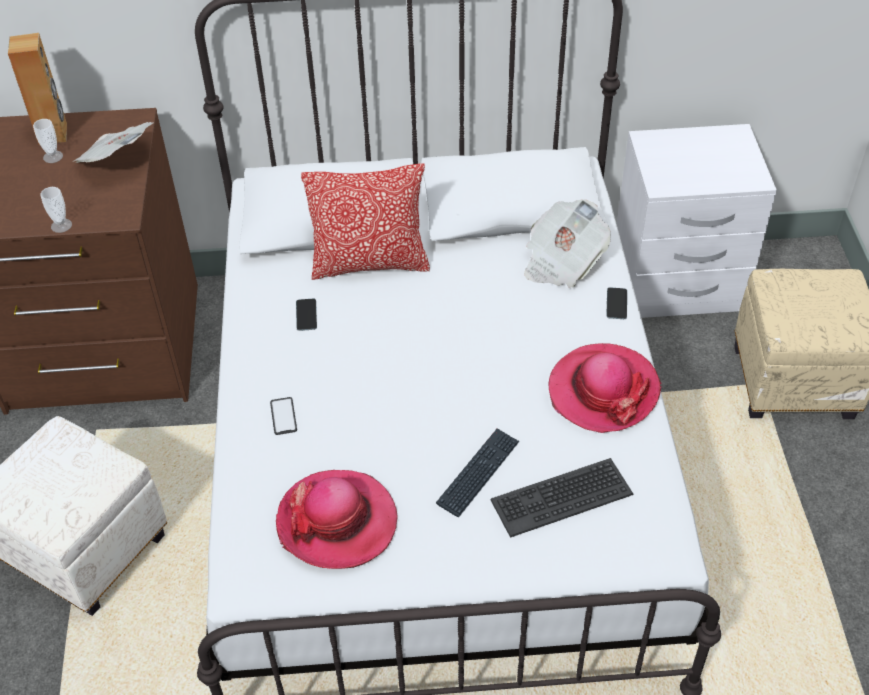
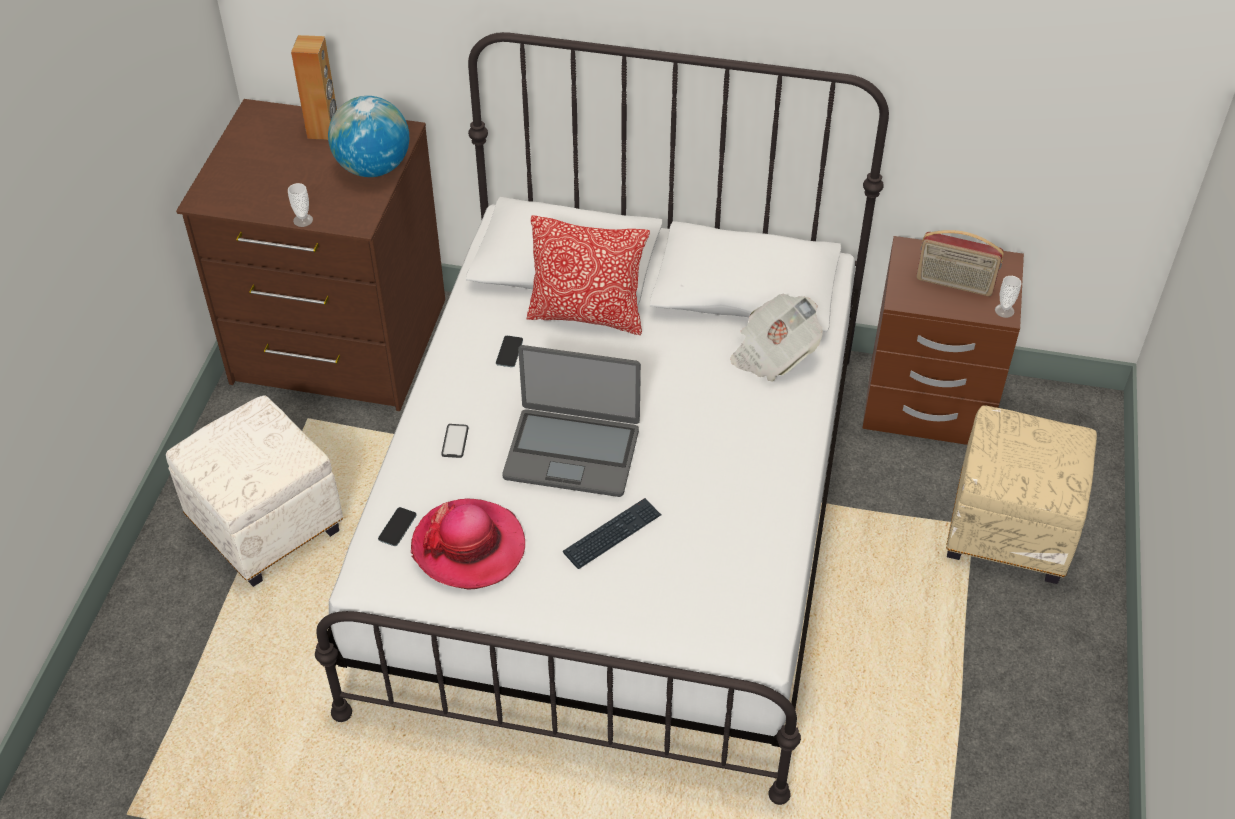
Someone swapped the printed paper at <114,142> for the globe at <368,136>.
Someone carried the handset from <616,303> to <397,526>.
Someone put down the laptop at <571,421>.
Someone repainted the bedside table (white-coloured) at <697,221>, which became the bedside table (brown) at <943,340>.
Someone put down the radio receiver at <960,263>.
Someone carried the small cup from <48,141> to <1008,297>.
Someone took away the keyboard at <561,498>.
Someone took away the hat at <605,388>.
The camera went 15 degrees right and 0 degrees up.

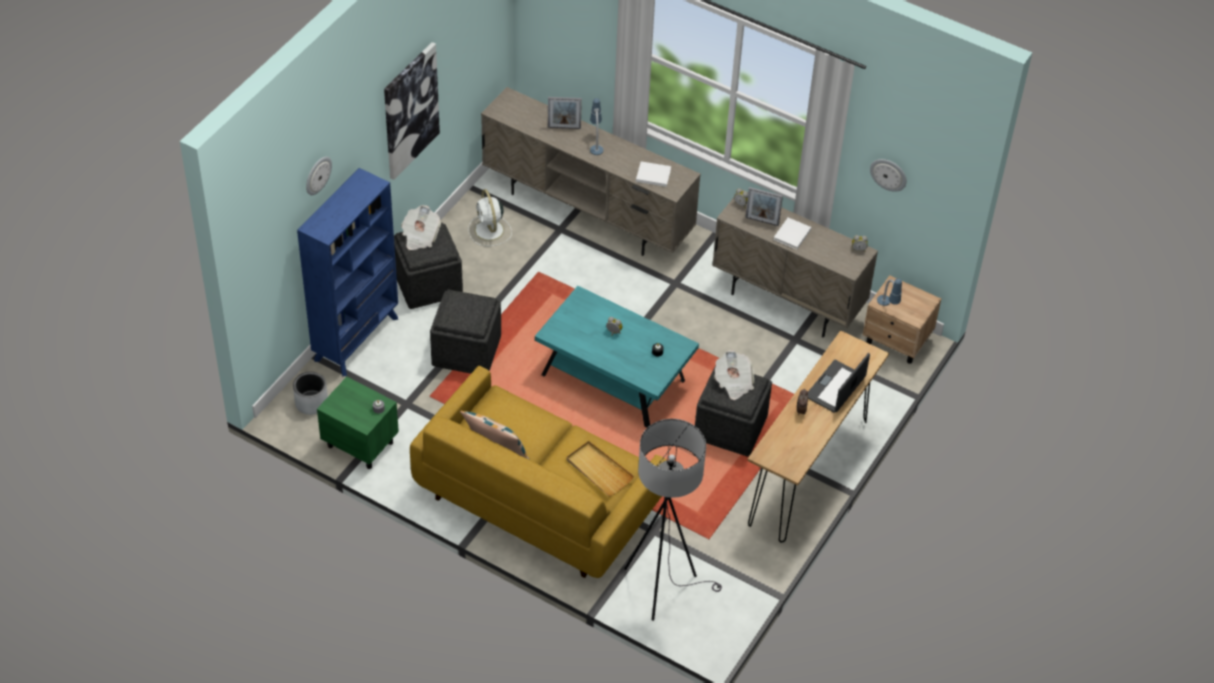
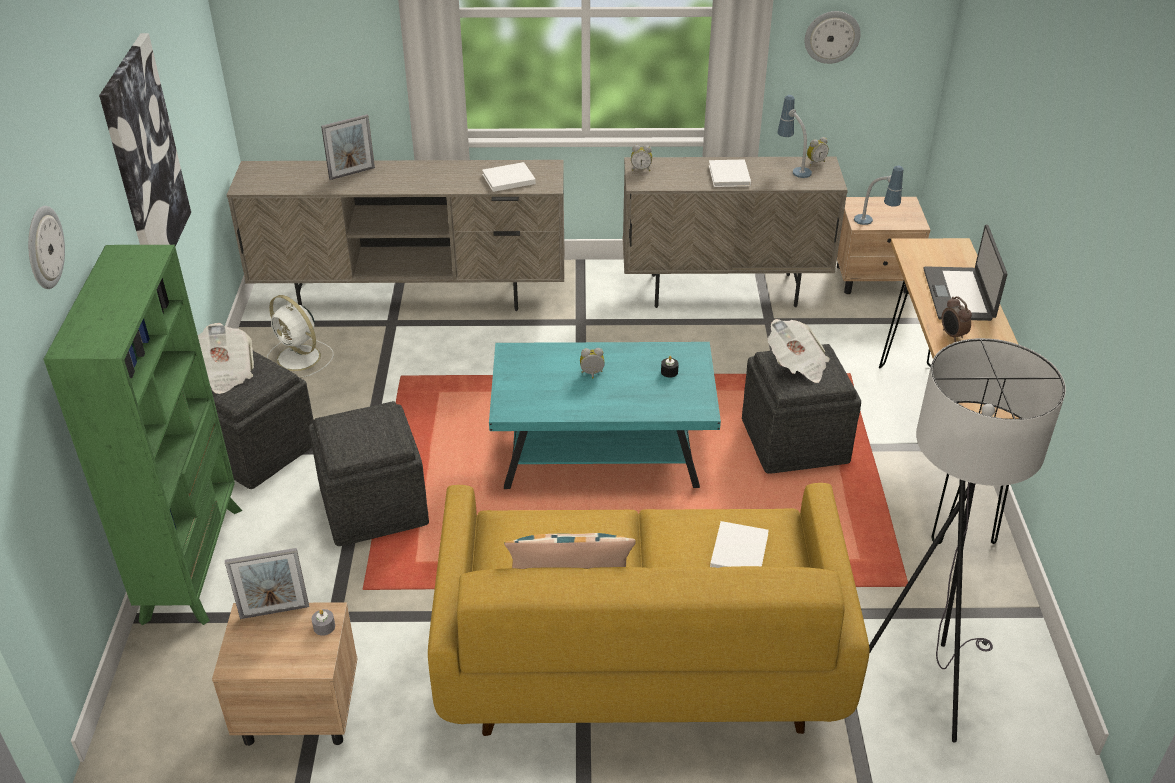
Someone repainted the shelving unit (bluish) at <347,272>, which became the shelving unit (green-coloured) at <142,435>.
Someone repainted the bedside table (green-coloured) at <358,423>, which became the bedside table (beige) at <285,674>.
Someone carried the standing frame from <764,206> to <267,583>.
Someone swapped the tray (beige) at <600,468> for the bound book (white-coloured) at <739,544>.
Someone carried the lamp for a table from <597,126> to <795,136>.
Someone took away the flower pot (greyish) at <310,393>.
The camera went 30 degrees left and 10 degrees down.

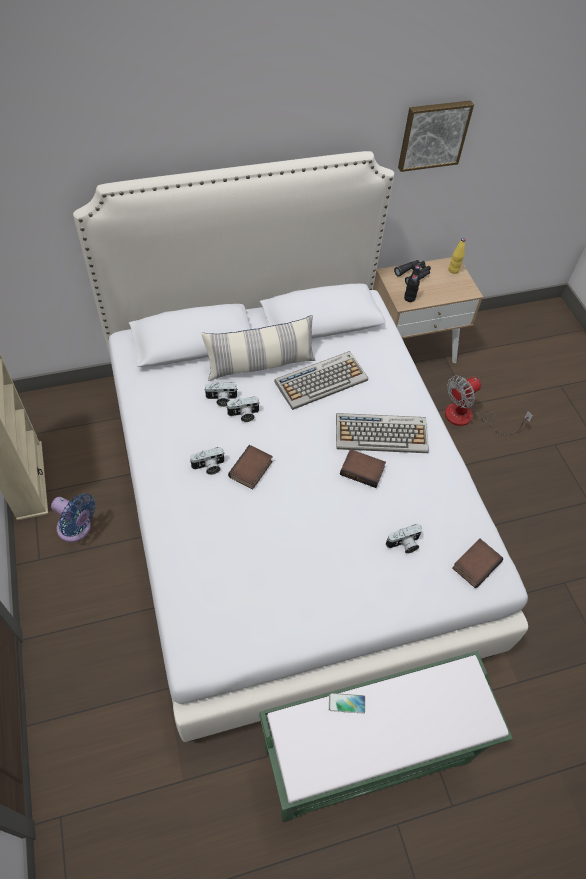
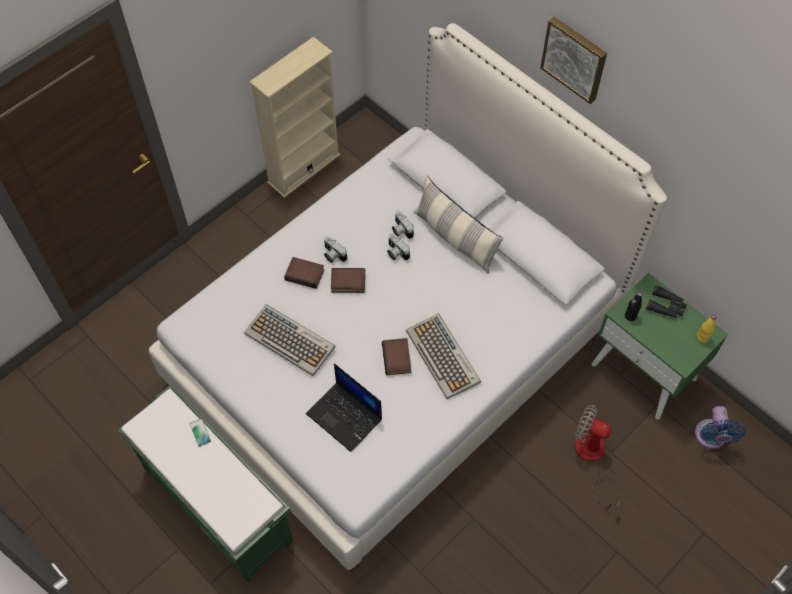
Someone carried the keyboard from <321,380> to <290,340>.
Someone carried the bound book from <477,563> to <304,273>.
Someone swapped the photo camera at <404,539> for the laptop at <344,407>.
Someone carried the picture from <436,136> to <573,60>.
Someone repainted the bedside table (beige) at <428,310>, which became the bedside table (green-coloured) at <660,346>.
Someone carried the fan (bluish) from <73,517> to <720,427>.
The camera went 65 degrees right and 5 degrees up.

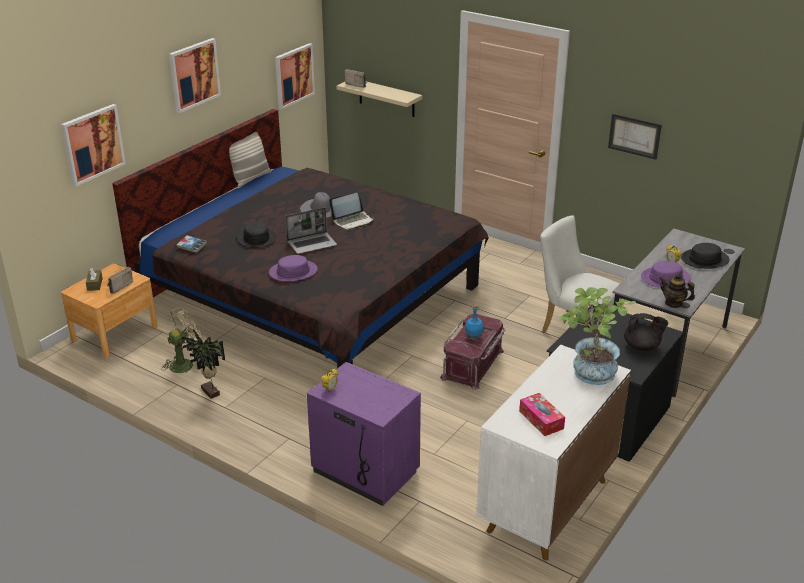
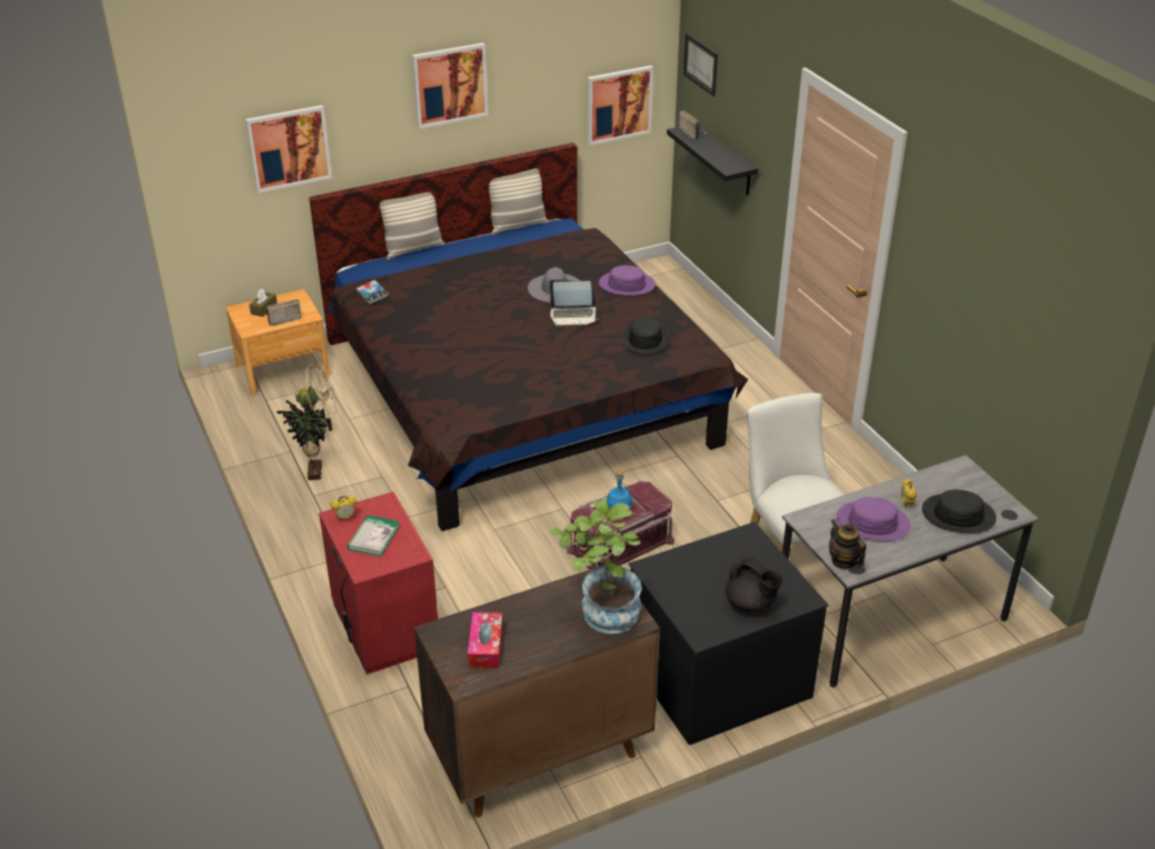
Someone repainted the bedside table (purple) at <364,434>, which became the bedside table (red-coloured) at <378,582>.
Someone put down the bound book at <373,536>.
Someone put down the pillow at <412,226>.
Someone repainted the storage cabinet (white-coloured) at <553,452>, which became the storage cabinet (brown) at <537,691>.
Someone carried the hat (purple) from <293,268> to <627,280>.
Someone carried the hat (black-coloured) from <256,235> to <645,335>.
Someone repainted the bracket shelf (beige) at <379,99>, which became the bracket shelf (black-coloured) at <712,160>.
Someone carried the picture from <635,137> to <700,65>.
Someone took away the laptop at <311,230>.
The camera went 30 degrees right and 5 degrees up.

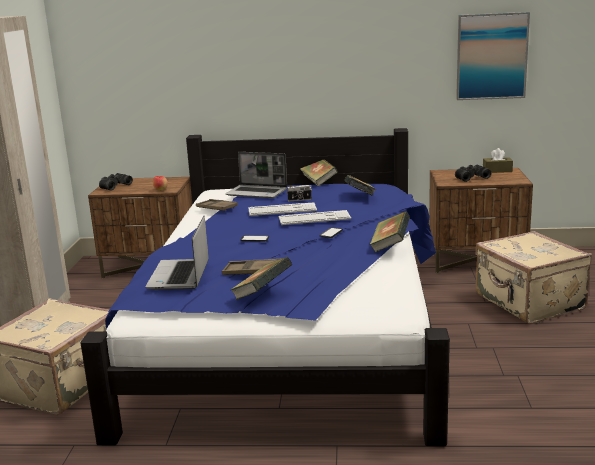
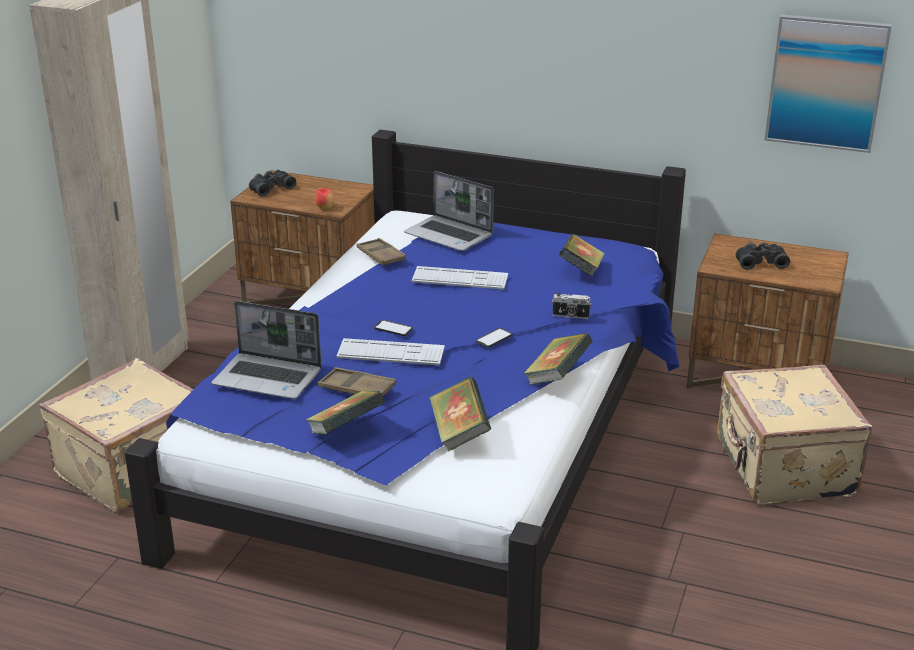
Someone rotated the laptop at <177,253> by 90 degrees counterclockwise.
Someone carried the keyboard from <315,217> to <390,351>.
Someone carried the bound book from <319,173> to <460,414>.
Someone carried the photo camera from <299,193> to <571,306>.
Someone took away the tissue holder (brown) at <498,160>.
The camera went 15 degrees right and 10 degrees up.

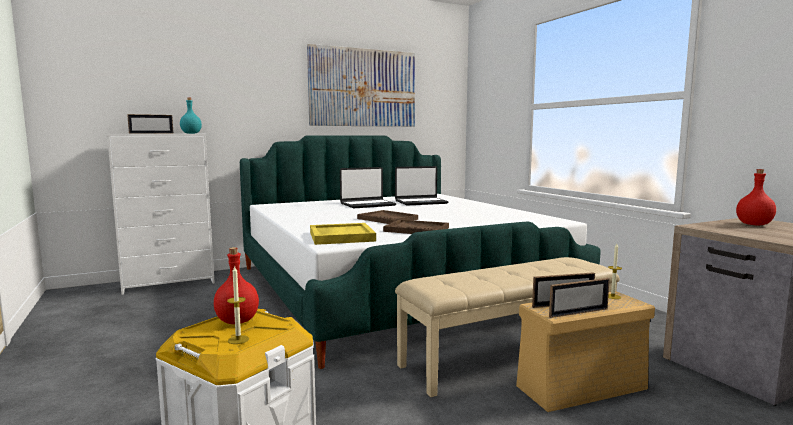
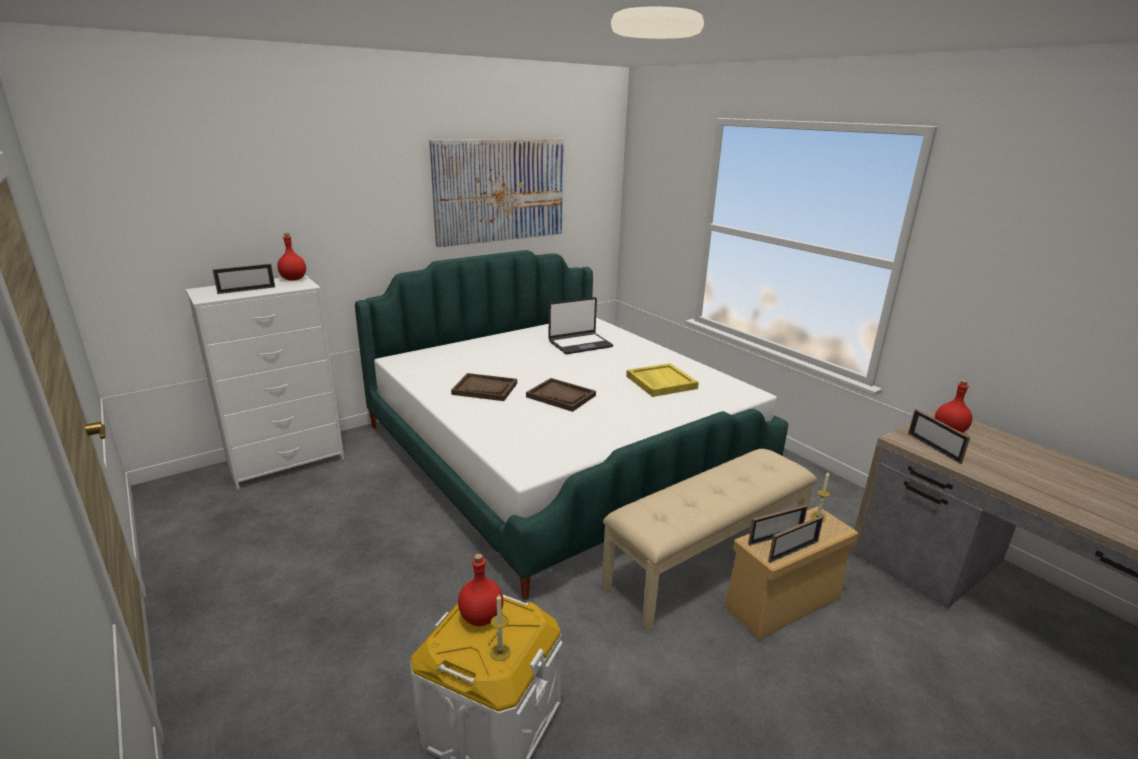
Someone repainted the drink bottle (blue-green) at <191,116>, which became the drink bottle (red-coloured) at <291,256>.
Someone carried the tray (brown) from <416,226> to <484,387>.
Someone carried the tray (yellowish) from <343,234> to <662,380>.
Someone put down the standing frame at <939,436>.
Someone took away the laptop at <368,187>.
The camera went 10 degrees left and 15 degrees up.

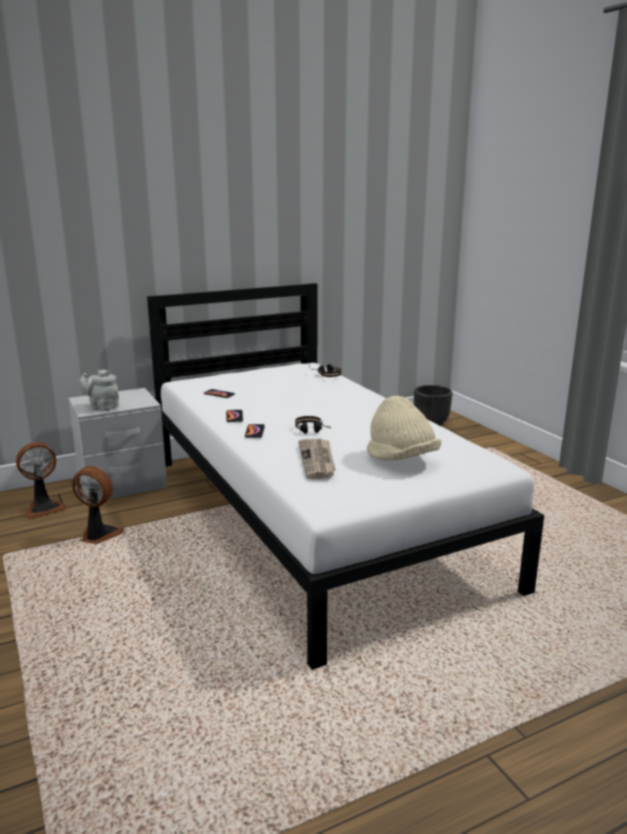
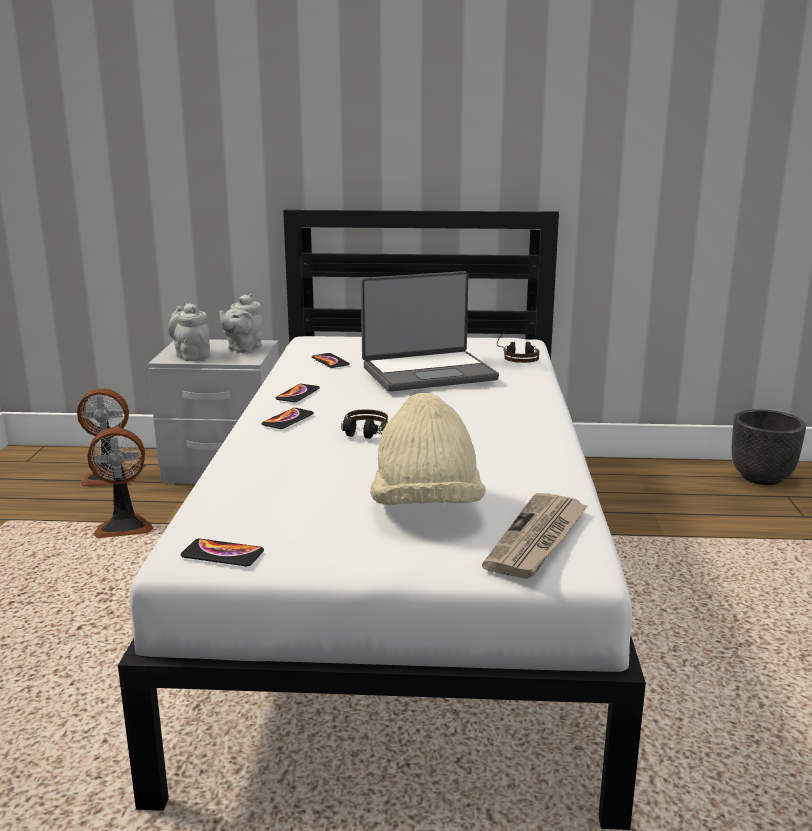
Someone rotated the fan at <98,505> by 120 degrees clockwise.
Someone put down the handset at <222,552>.
Someone put down the pot for tea (greyish) at <241,323>.
Someone put down the laptop at <430,331>.
Someone carried the printed paper from <317,459> to <535,536>.
The camera went 30 degrees right and 0 degrees up.

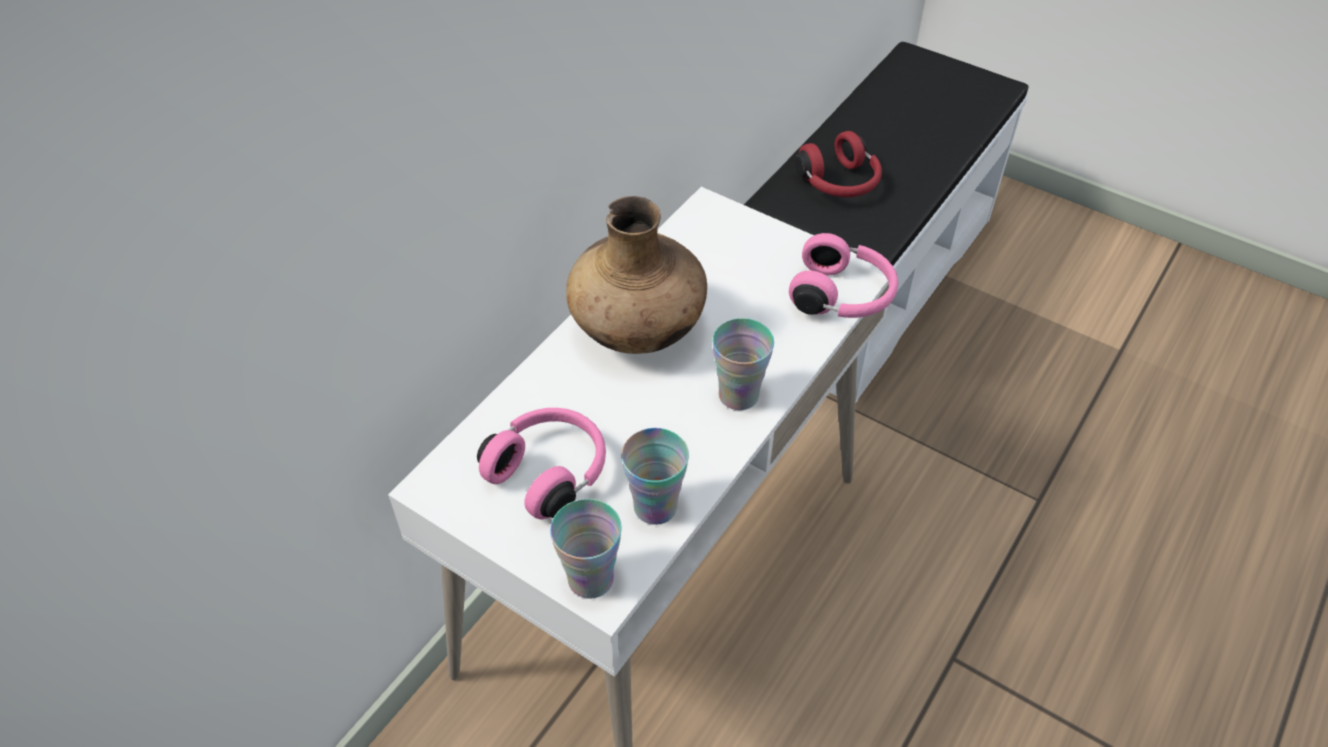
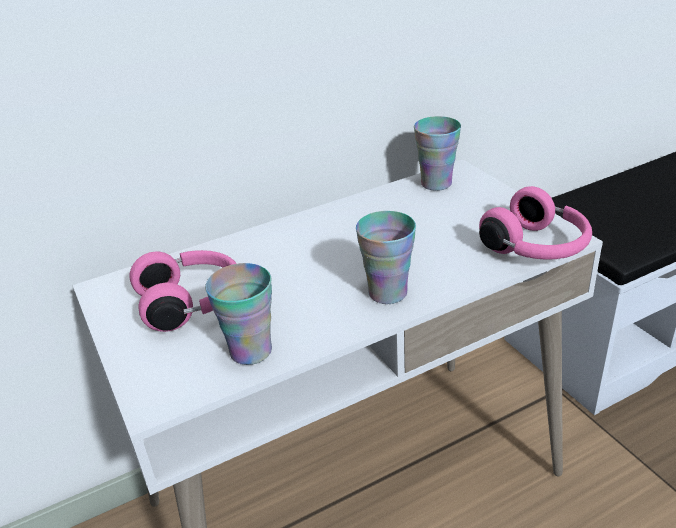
Someone carried the small cup from <585,549> to <437,153>.
Someone took away the flower vase (brown) at <636,275>.
Someone took away the headset (red-coloured) at <838,164>.
The camera went 30 degrees right and 15 degrees down.

